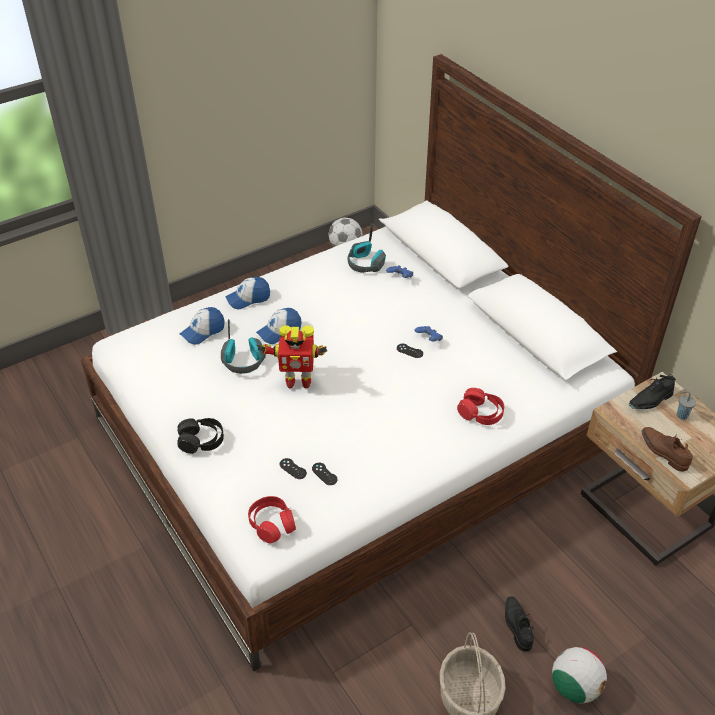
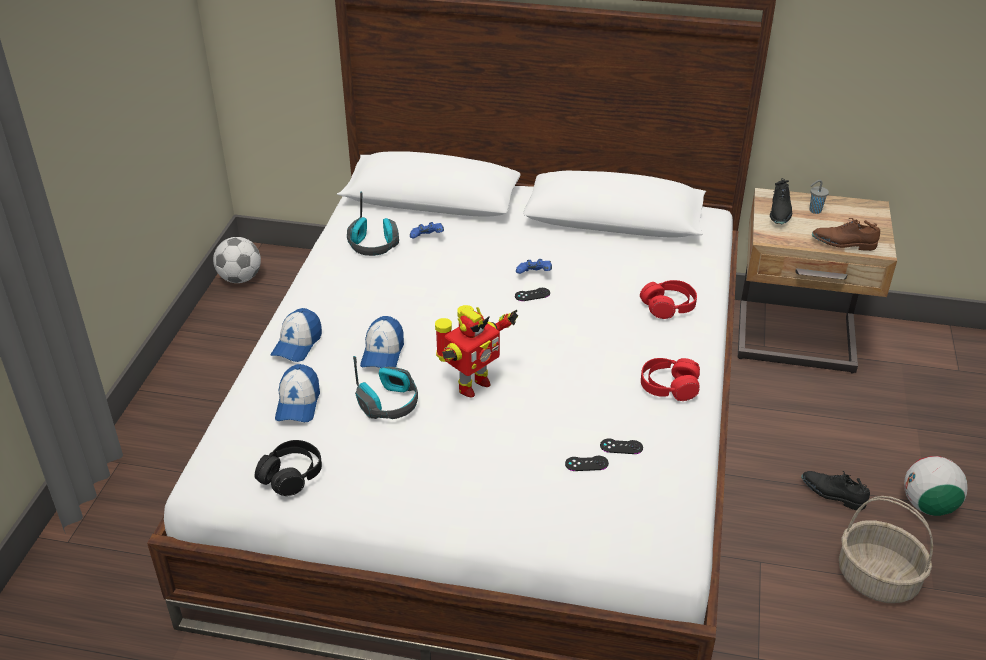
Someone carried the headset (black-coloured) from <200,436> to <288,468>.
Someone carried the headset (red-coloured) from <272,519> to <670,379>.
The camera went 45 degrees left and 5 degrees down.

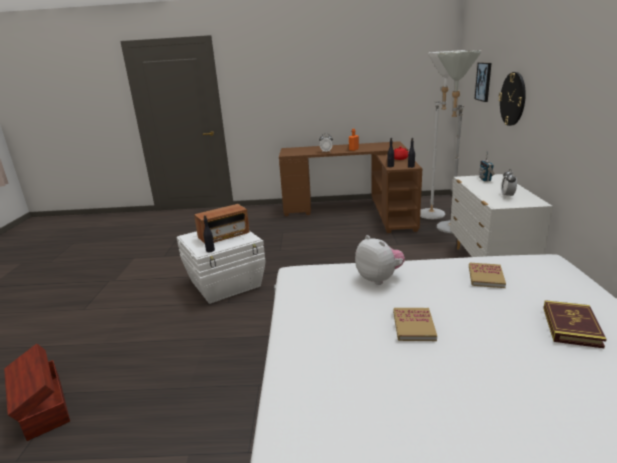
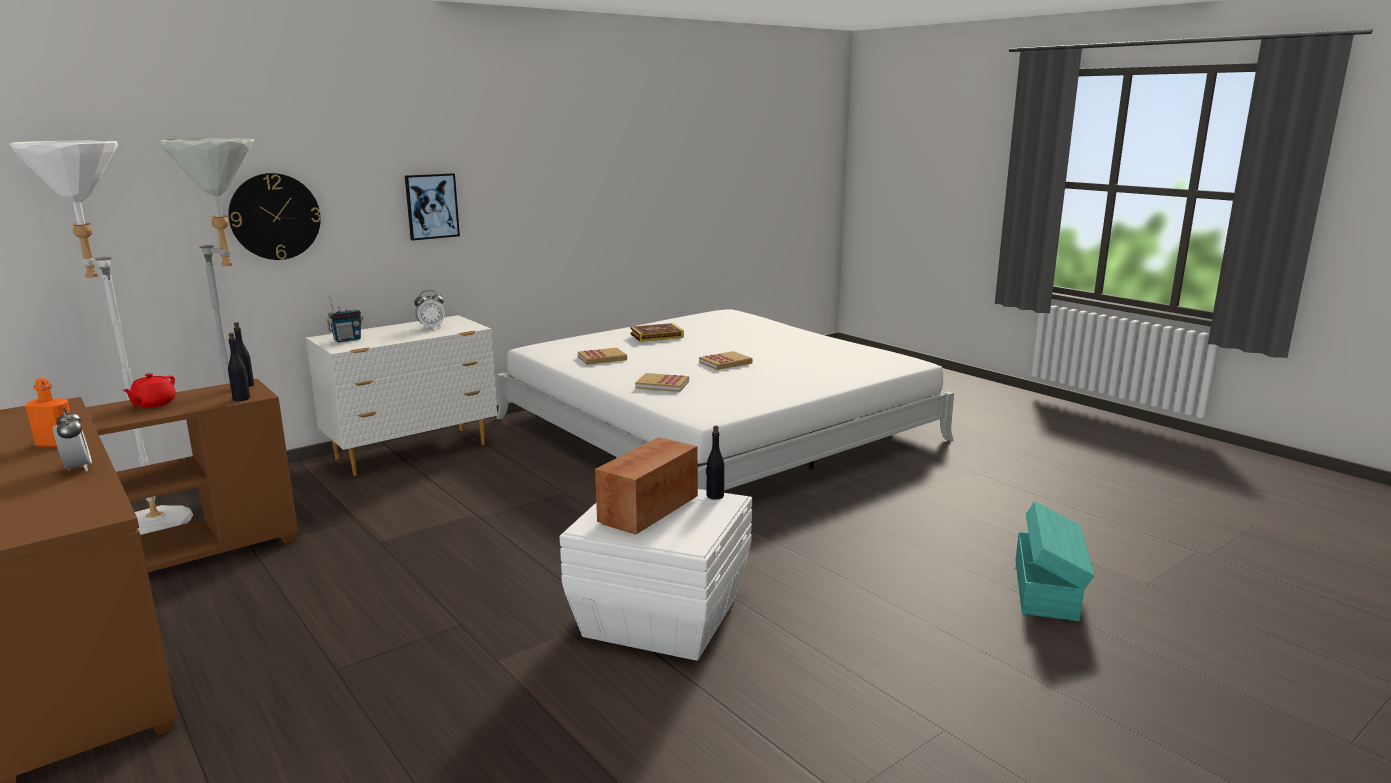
Someone carried the picture from <483,82> to <432,206>.
Someone rotated the radio receiver at <222,224> by 75 degrees counterclockwise.
Someone swapped the plush toy at <380,260> for the bound book at <662,382>.
Someone repainted the storage bin (brown) at <37,392>, which became the storage bin (blue-green) at <1055,561>.
The camera went 130 degrees left and 5 degrees down.

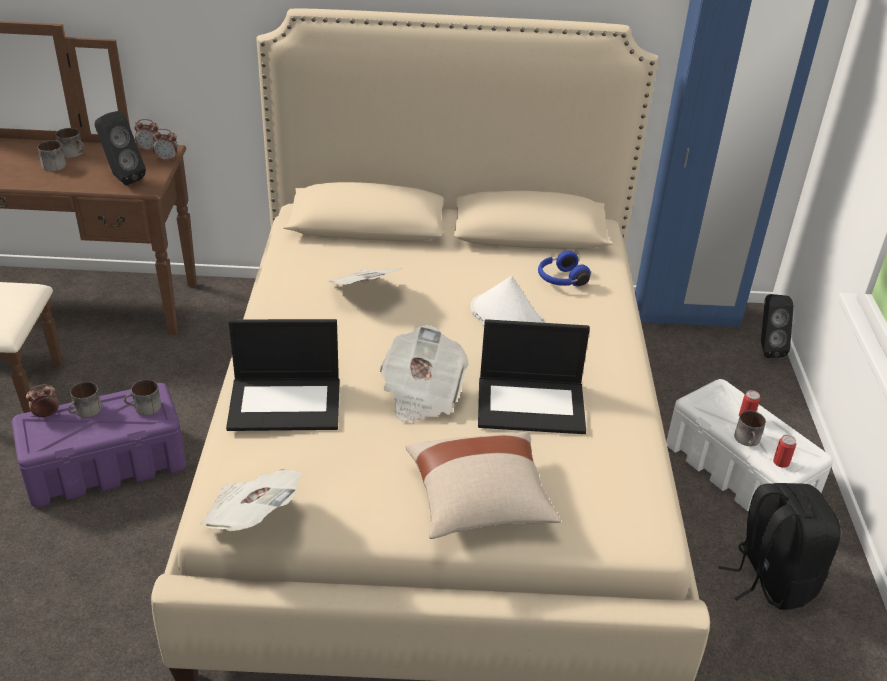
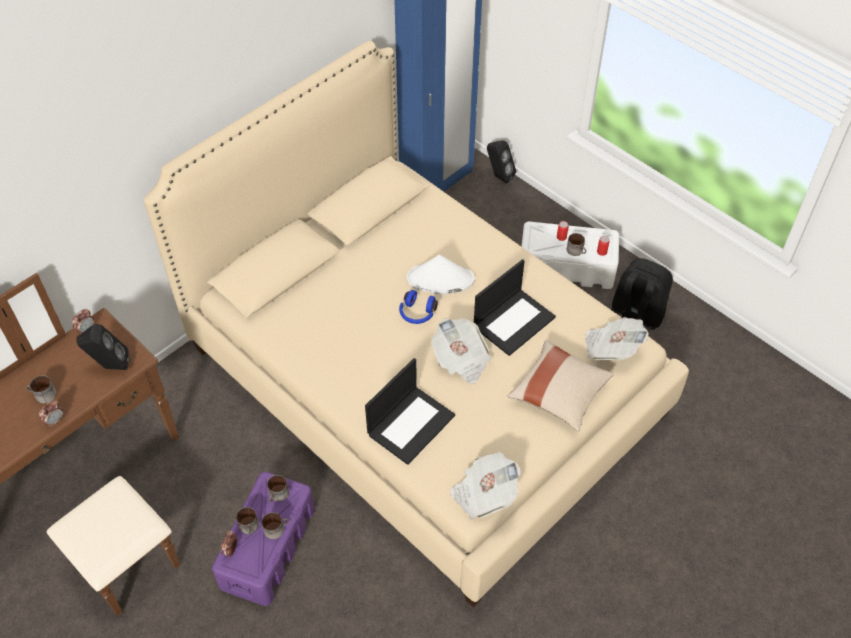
Someone carried the table clock from <165,145> to <51,413>.
Someone carried the tea mug from <70,143> to <275,525>.
Someone carried the headset (bluish) from <564,268> to <418,307>.
Someone carried the printed paper from <365,277> to <616,339>.
The camera went 45 degrees left and 15 degrees up.

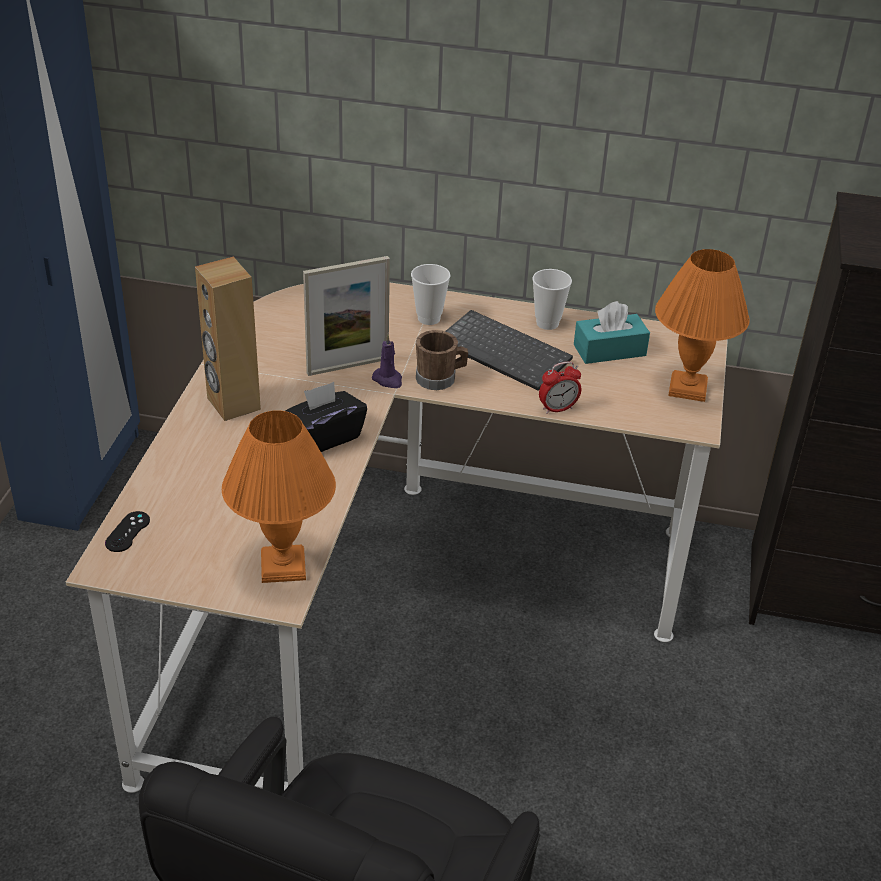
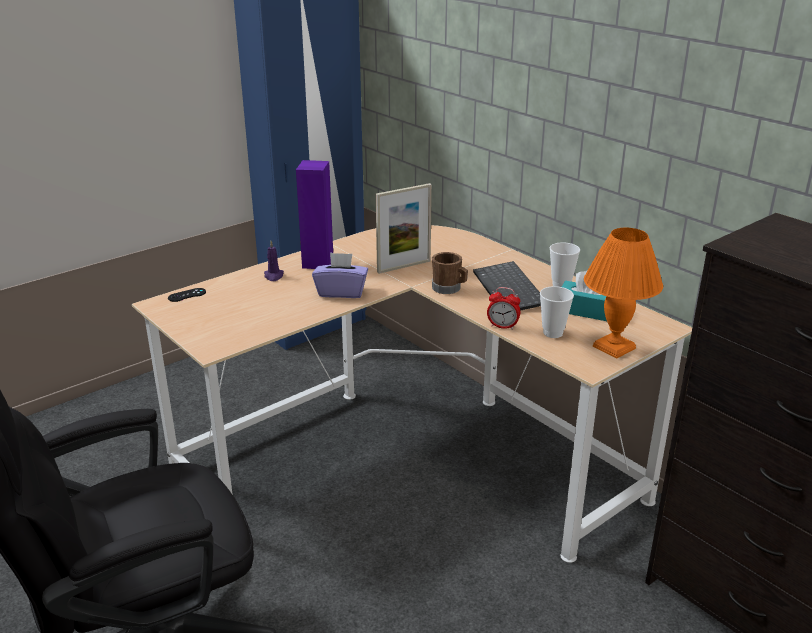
Someone carried the wax candle (purple) from <387,361> to <274,261>.
Someone repainted the loudspeaker (brown) at <228,339>, which became the loudspeaker (purple) at <314,214>.
Someone repainted the tissue holder (black-coloured) at <326,417>, which became the tissue holder (purple) at <340,275>.
Someone rotated the standing frame at <346,316> by 45 degrees counterclockwise.
Someone carried the small cup from <431,294> to <557,312>.
Someone took away the lamp for a table (orangey) at <279,496>.
The camera went 40 degrees right and 10 degrees down.

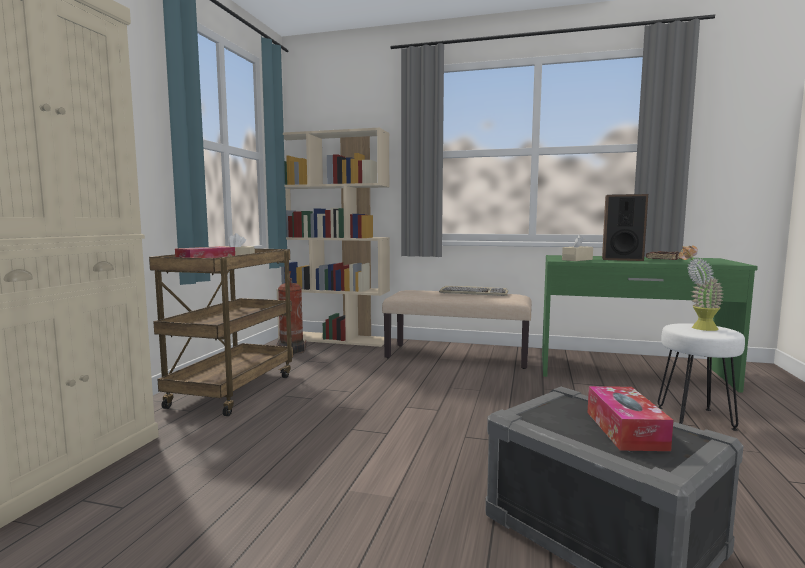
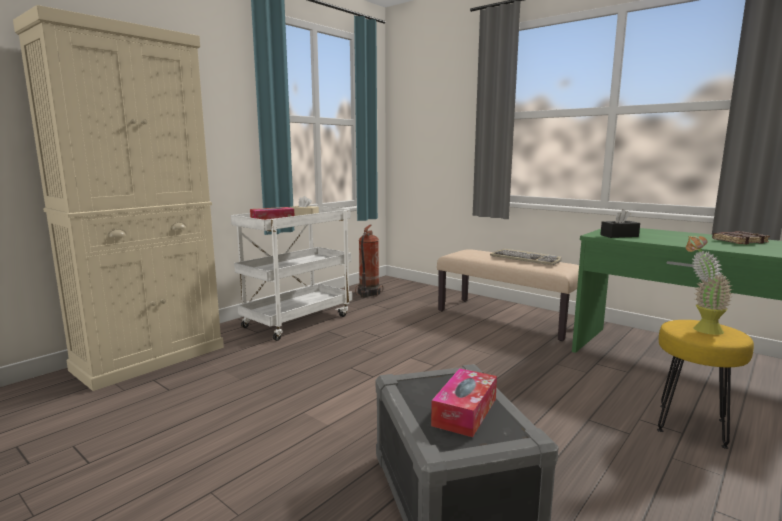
Someone repainted the cart (brown) at <221,332>, which became the cart (white-coloured) at <291,273>.
Someone repainted the tissue holder (beige) at <577,248>, which became the tissue holder (black-coloured) at <620,223>.
Someone repainted the stool (white-coloured) at <701,377>, which became the stool (yellowish) at <705,384>.
Someone took away the shelving unit (beige) at <333,237>.
Someone took away the loudspeaker at <625,227>.
The camera went 25 degrees right and 5 degrees up.

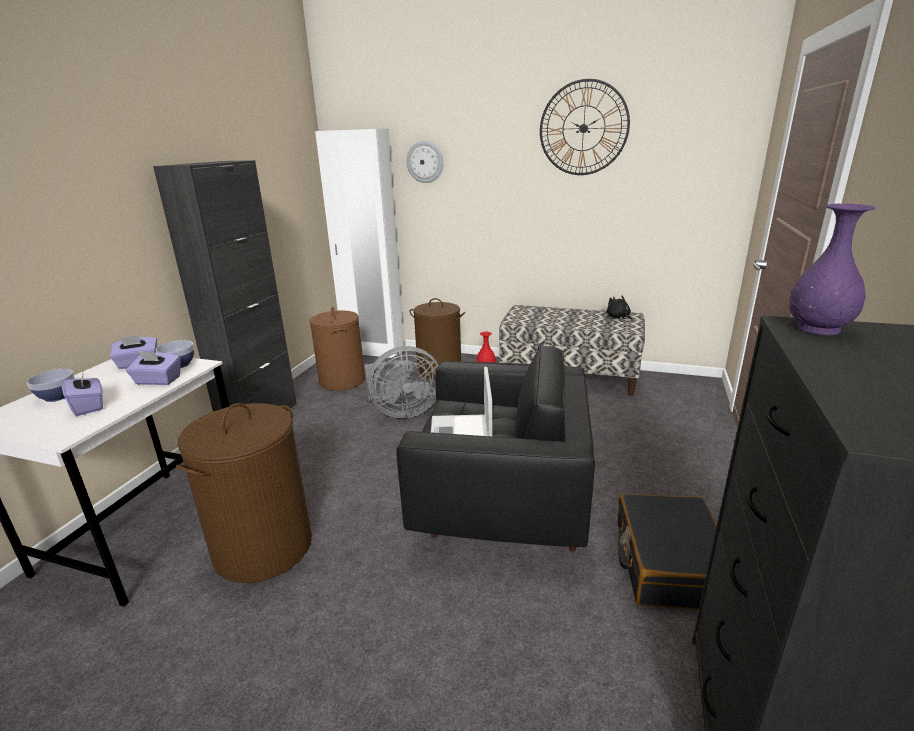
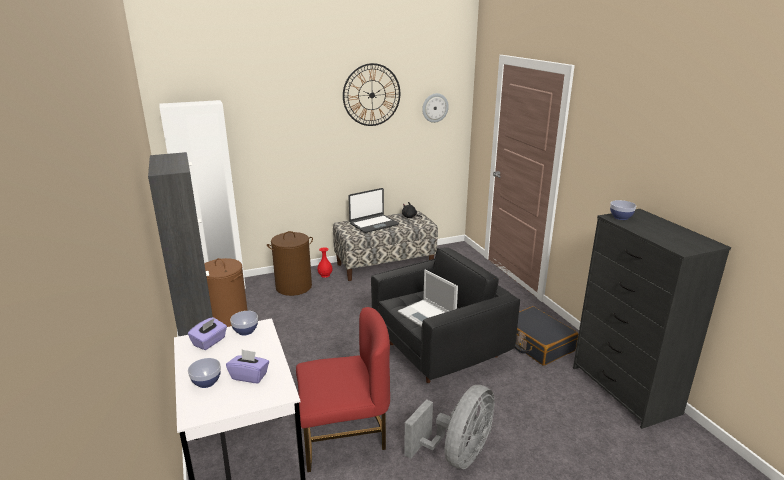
Someone swapped the washing basket (brown) at <244,493> for the chair (red-coloured) at <343,389>.
Someone put down the laptop at <374,210>.
Someone carried the fan (greyish) from <402,382> to <449,427>.
Someone carried the hanging clock from <424,162> to <435,108>.
Someone swapped the flower vase (purple) at <832,269> for the bowl at <623,210>.
Someone took away the tissue holder (purple) at <153,368>.
The camera went 40 degrees left and 0 degrees up.

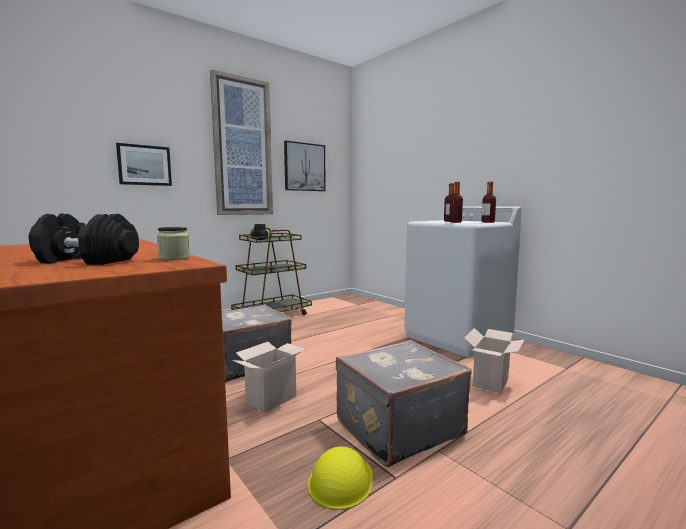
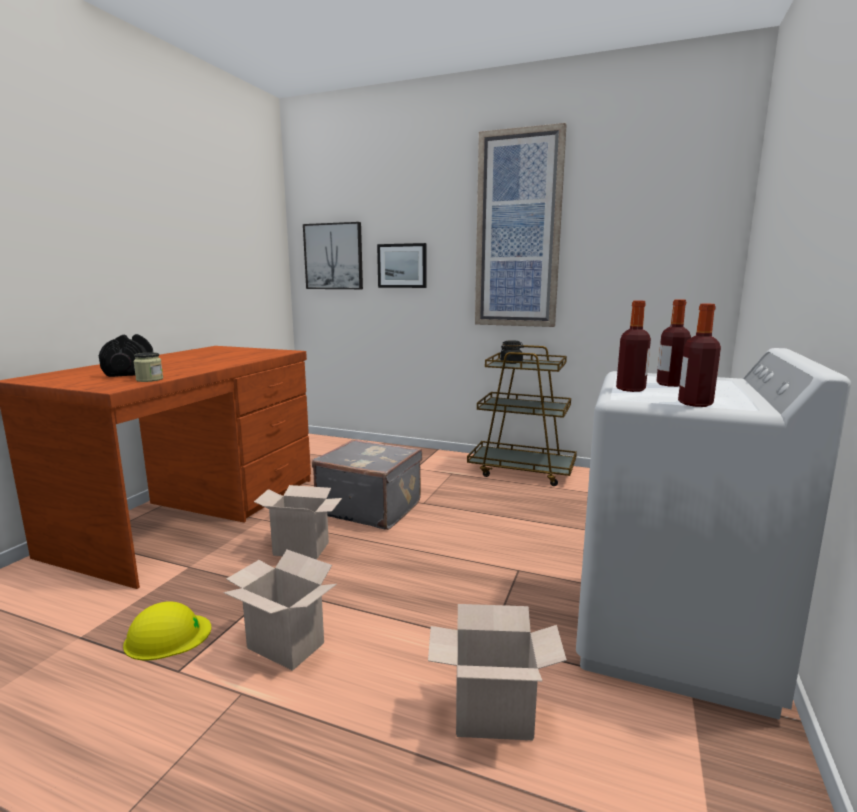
Someone swapped the piece of luggage (greyish) at <404,403> for the cardboard box at <280,610>.
Someone carried the picture from <305,166> to <333,255>.
The camera went 60 degrees right and 5 degrees up.

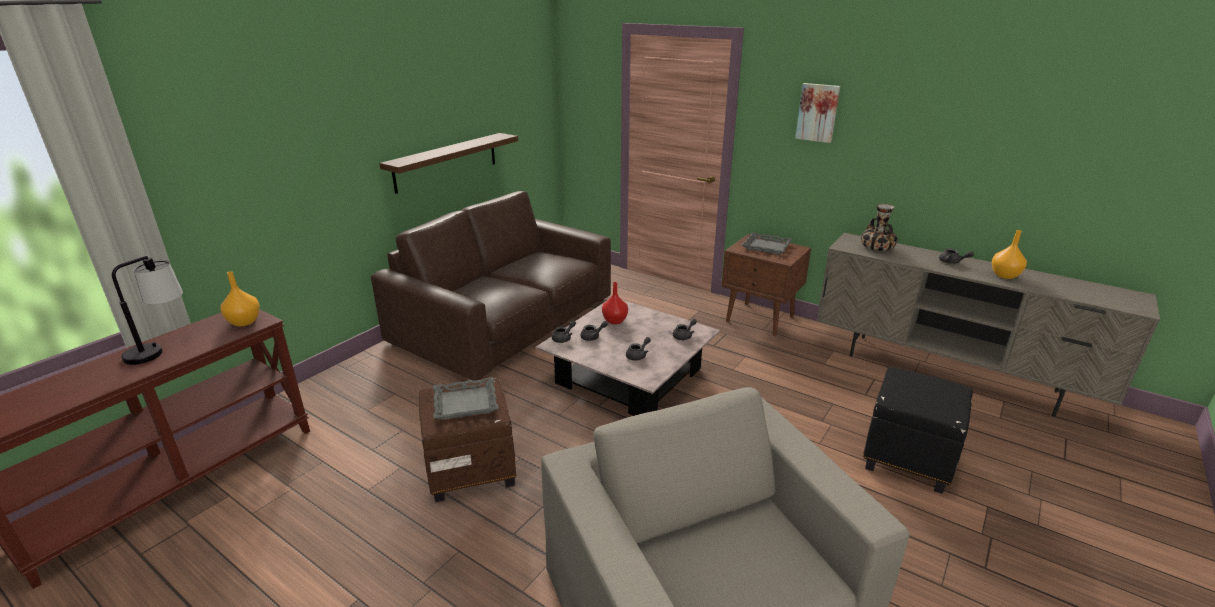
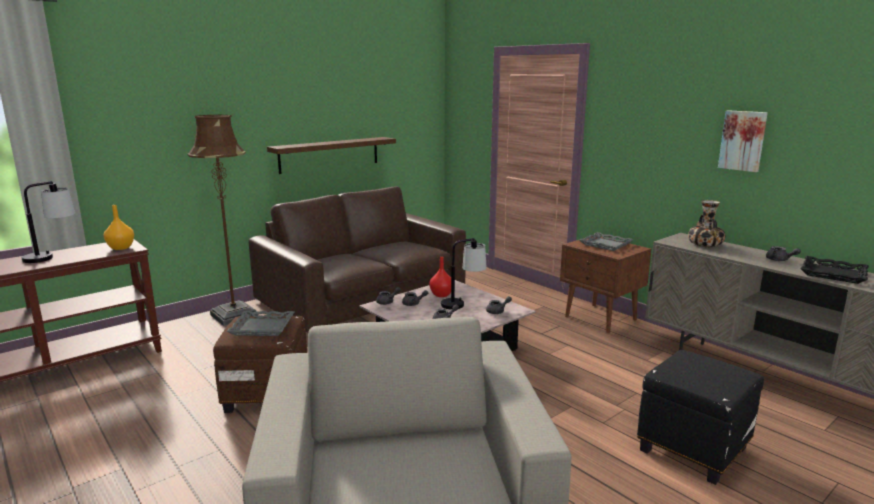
Someone put down the standard lamp (brown) at <223,220>.
Someone put down the lamp for a table at <464,274>.
Someone carried the picture from <817,113> to <743,141>.
Someone swapped the flower vase (orangey) at <1009,254> for the tray (black-coloured) at <834,270>.
The camera went 15 degrees right and 10 degrees down.

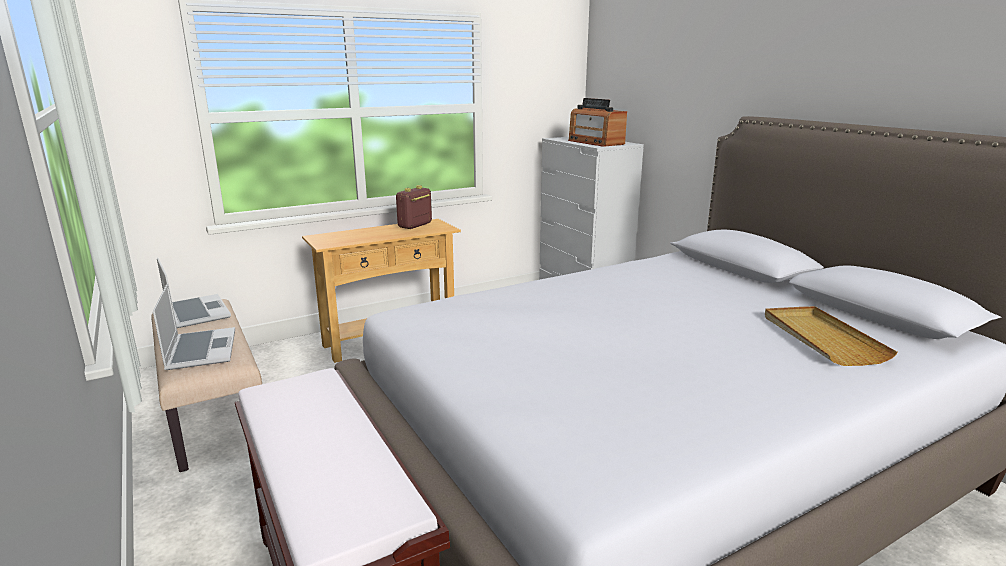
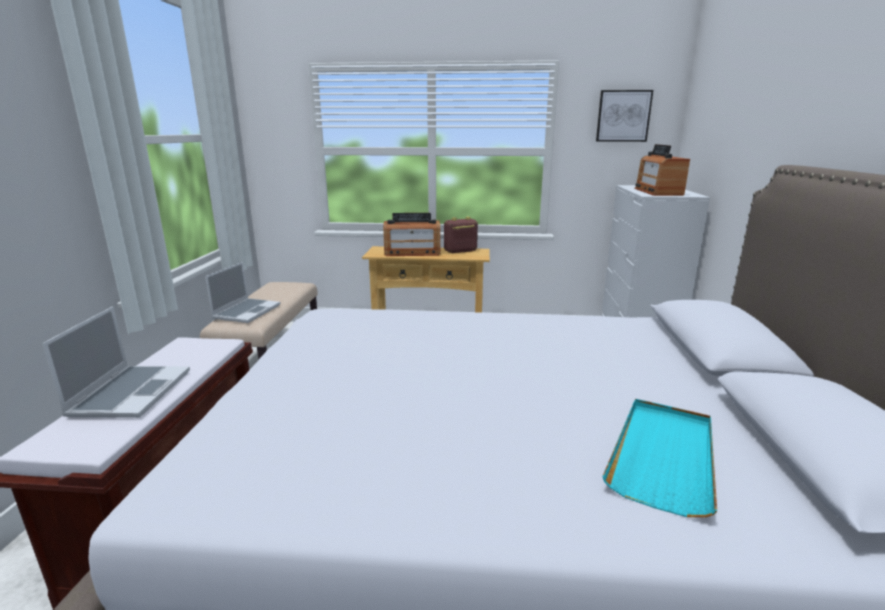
Someone carried the laptop from <194,293> to <116,362>.
Someone put down the radio receiver at <411,234>.
Someone put up the picture at <624,116>.
Someone repainted the tray (beige) at <831,336>, which became the tray (blue-green) at <659,458>.
The camera went 35 degrees right and 0 degrees up.

